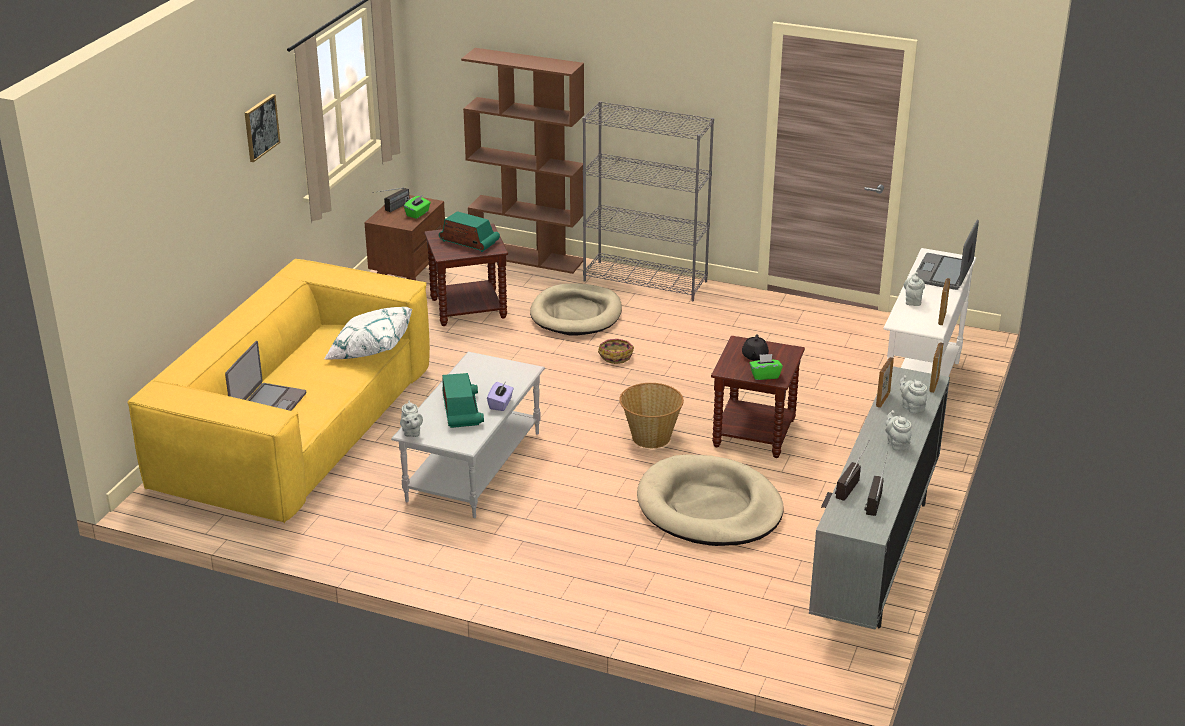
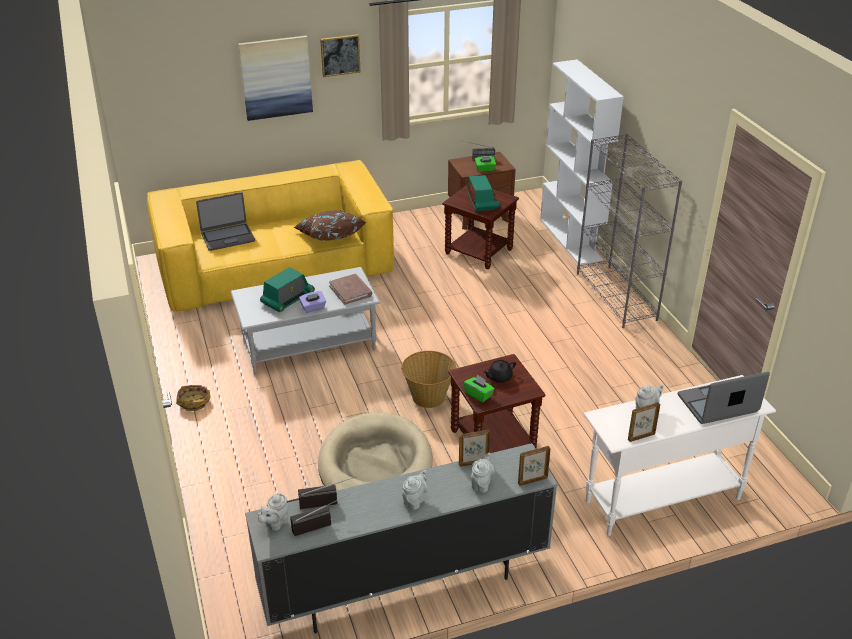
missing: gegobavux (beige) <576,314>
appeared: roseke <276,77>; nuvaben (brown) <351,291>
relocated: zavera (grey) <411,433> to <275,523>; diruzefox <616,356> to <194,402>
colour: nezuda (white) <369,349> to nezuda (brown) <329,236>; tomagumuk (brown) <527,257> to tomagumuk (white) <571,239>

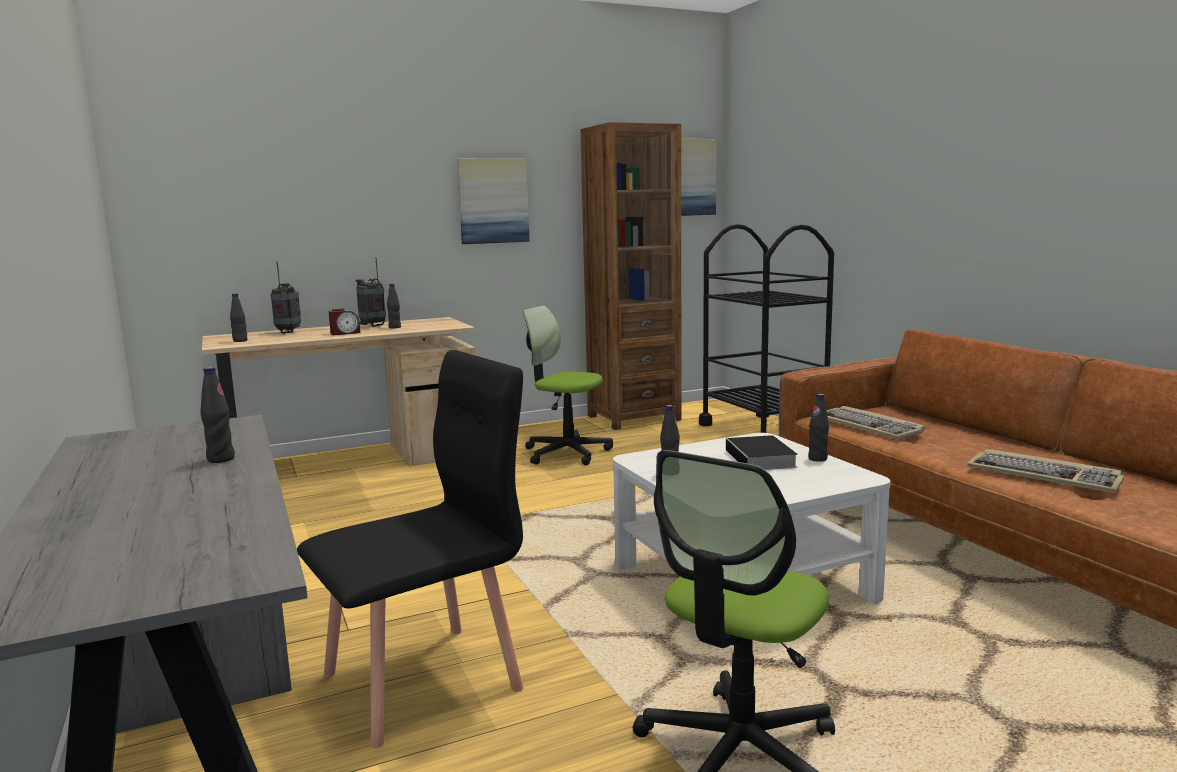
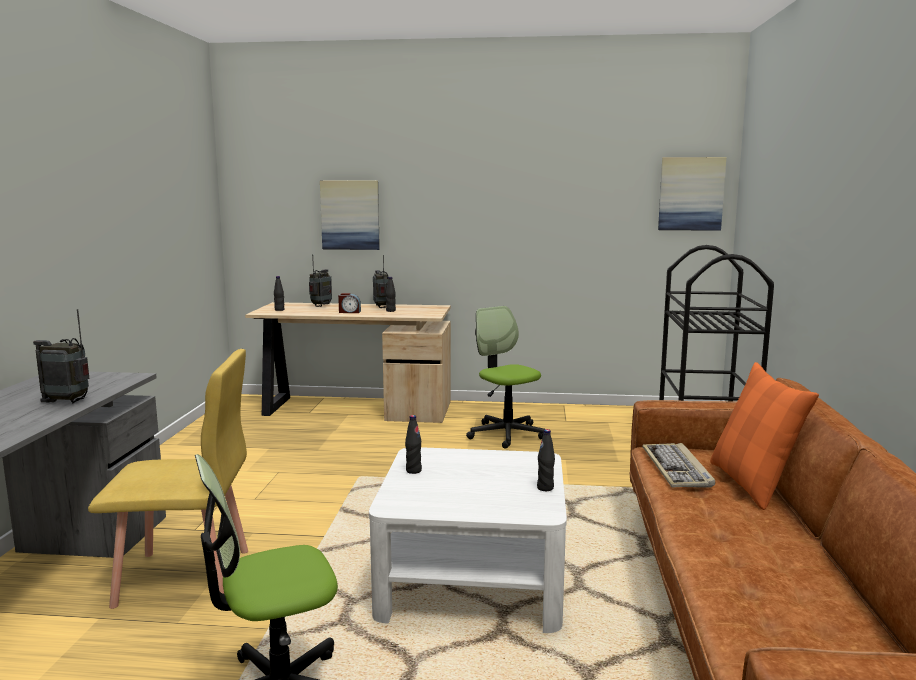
missing: tomagumuk (brown) <633,418>; nuvaben <761,459>; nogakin <1044,475>
appeared: nezuda (orange) <752,484>
relocated: roseke <493,201> to <350,215>
exchanged: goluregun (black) <221,459> to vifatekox <68,402>
colour: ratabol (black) <424,681> to ratabol (yellow) <185,578>

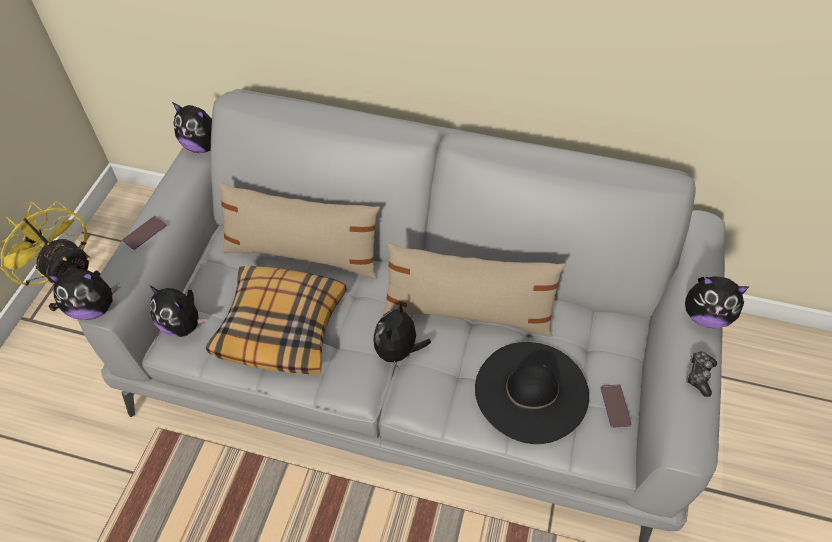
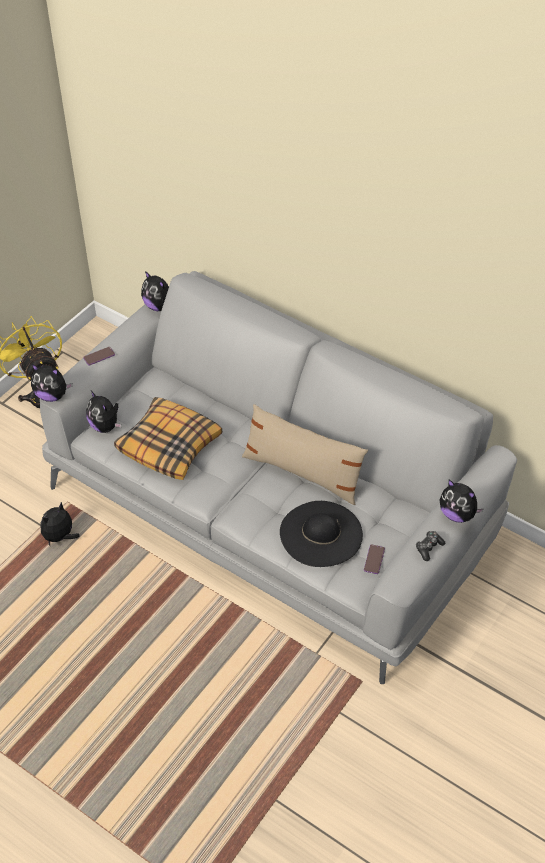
missing: nezuda (beige) <302,254>
relocated: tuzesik <398,351> to <60,537>

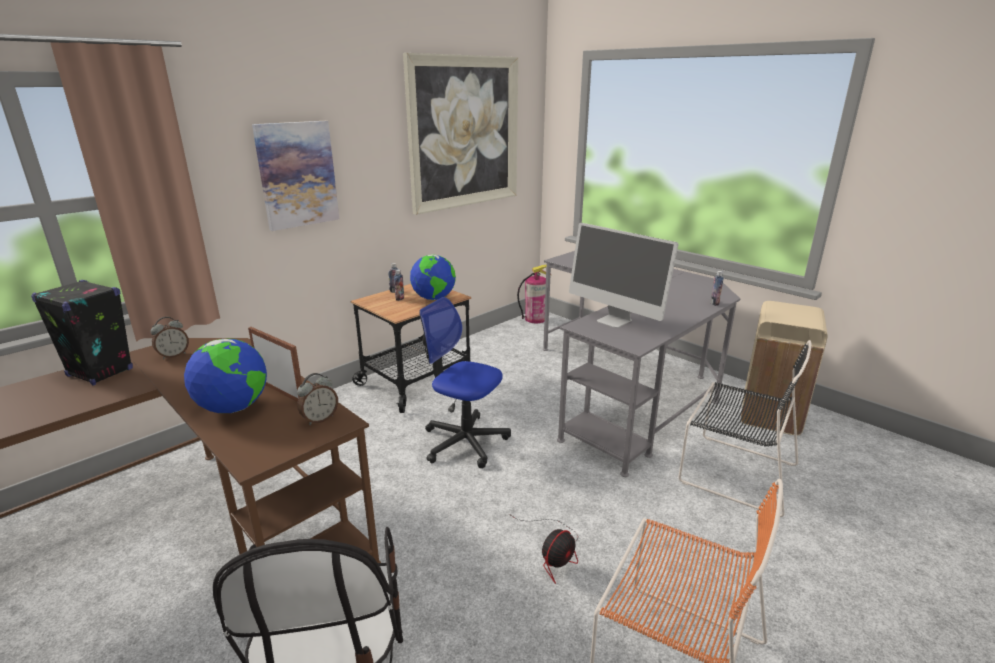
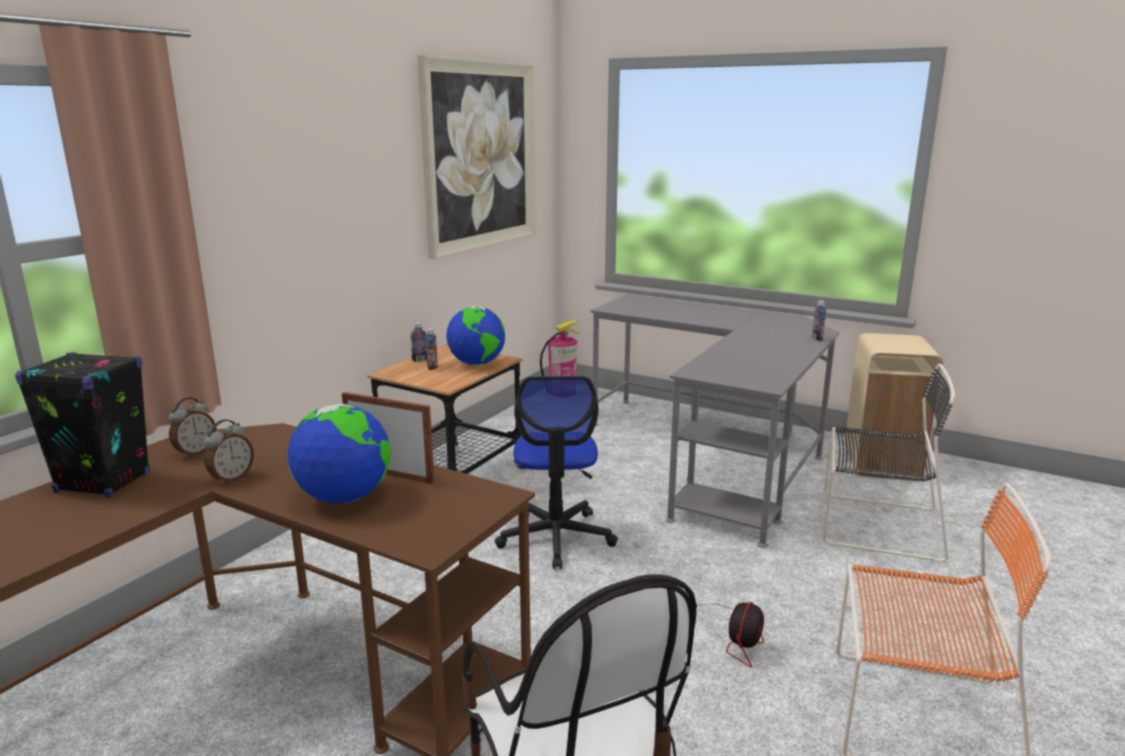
missing: roseke <297,175>; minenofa <614,321>
relocated: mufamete <319,419> to <231,478>
spun: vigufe <465,441> = <556,537> 105 degrees counterclockwise

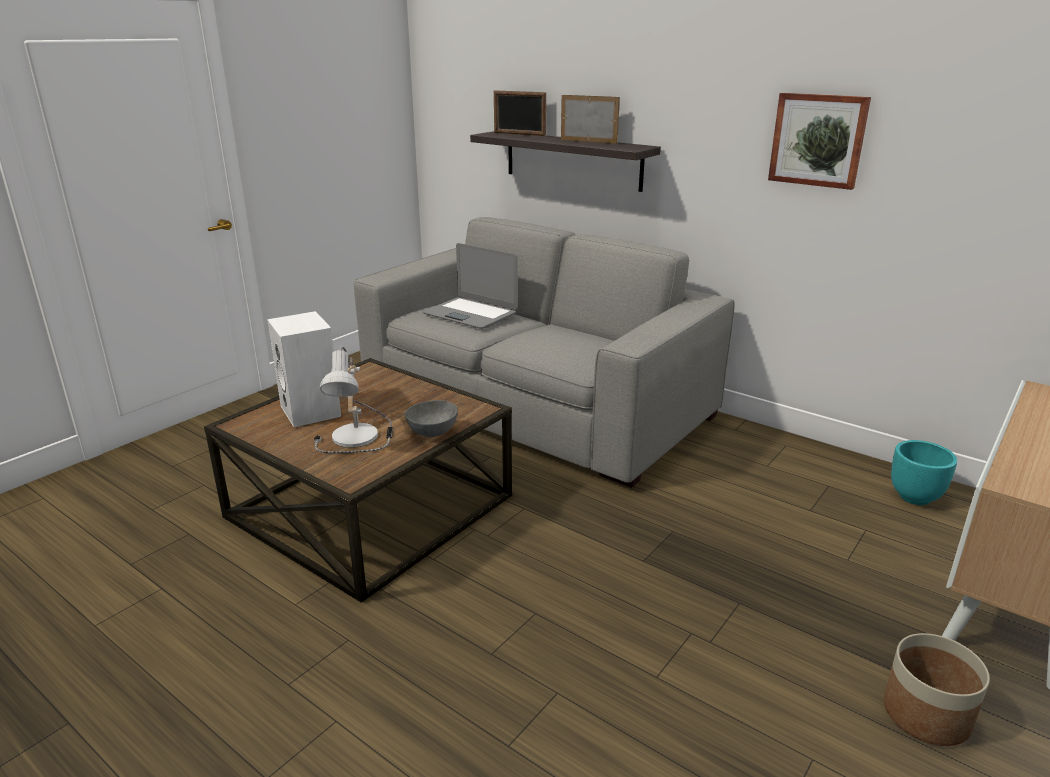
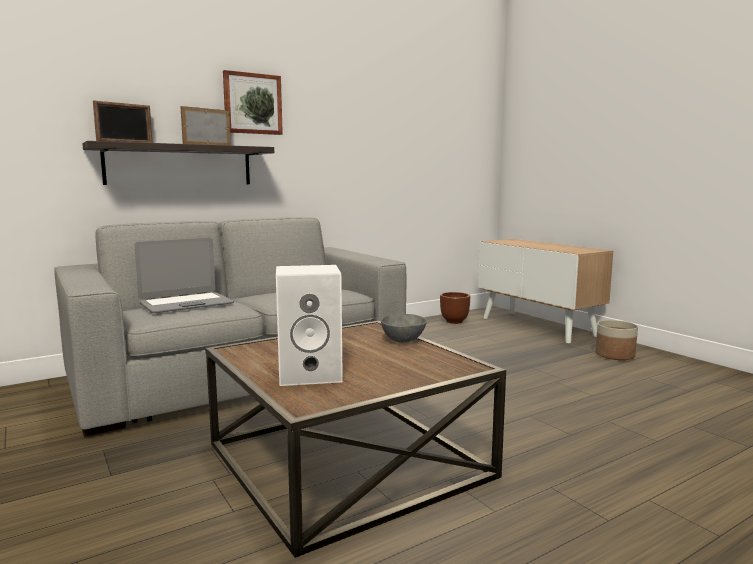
missing: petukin <359,437>
relocated: roseke <818,140> to <252,104>
colour: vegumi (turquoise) <915,497> to vegumi (brown) <454,321>

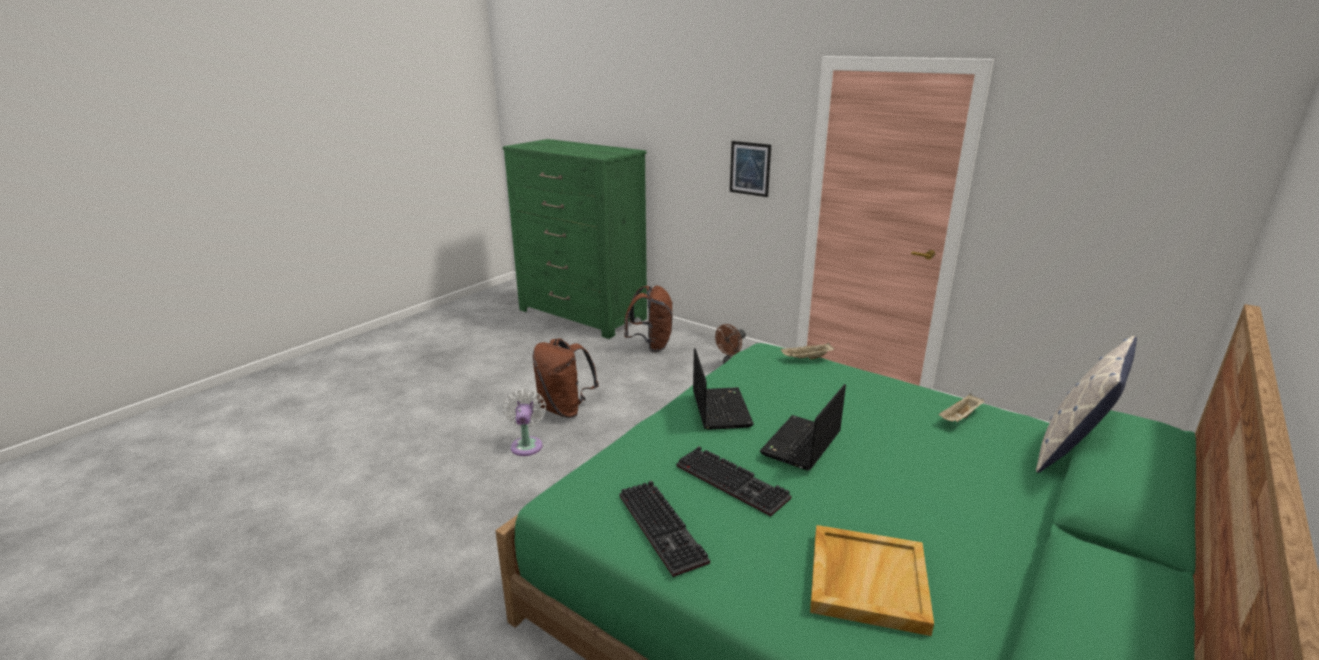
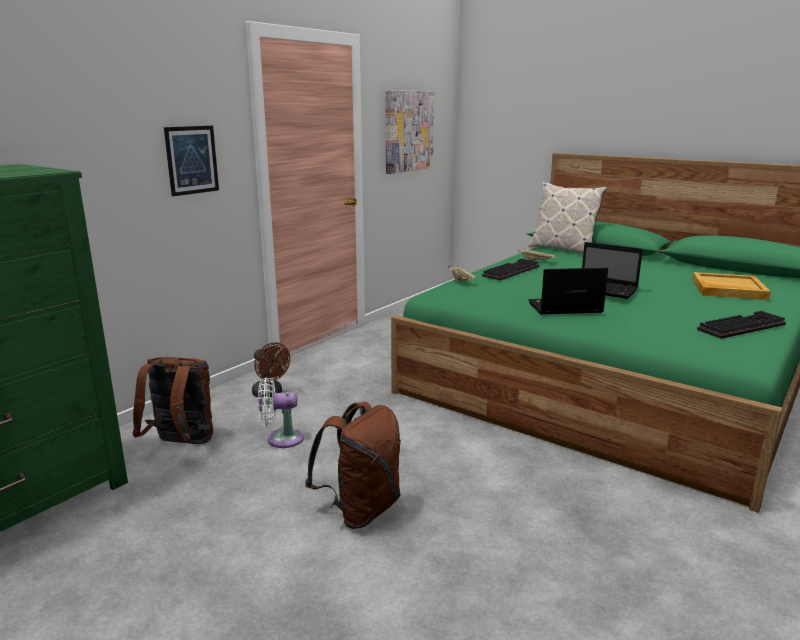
appeared: roseke <408,131>
relocated: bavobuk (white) <527,444> to <281,439>; nogakin <734,482> to <511,271>

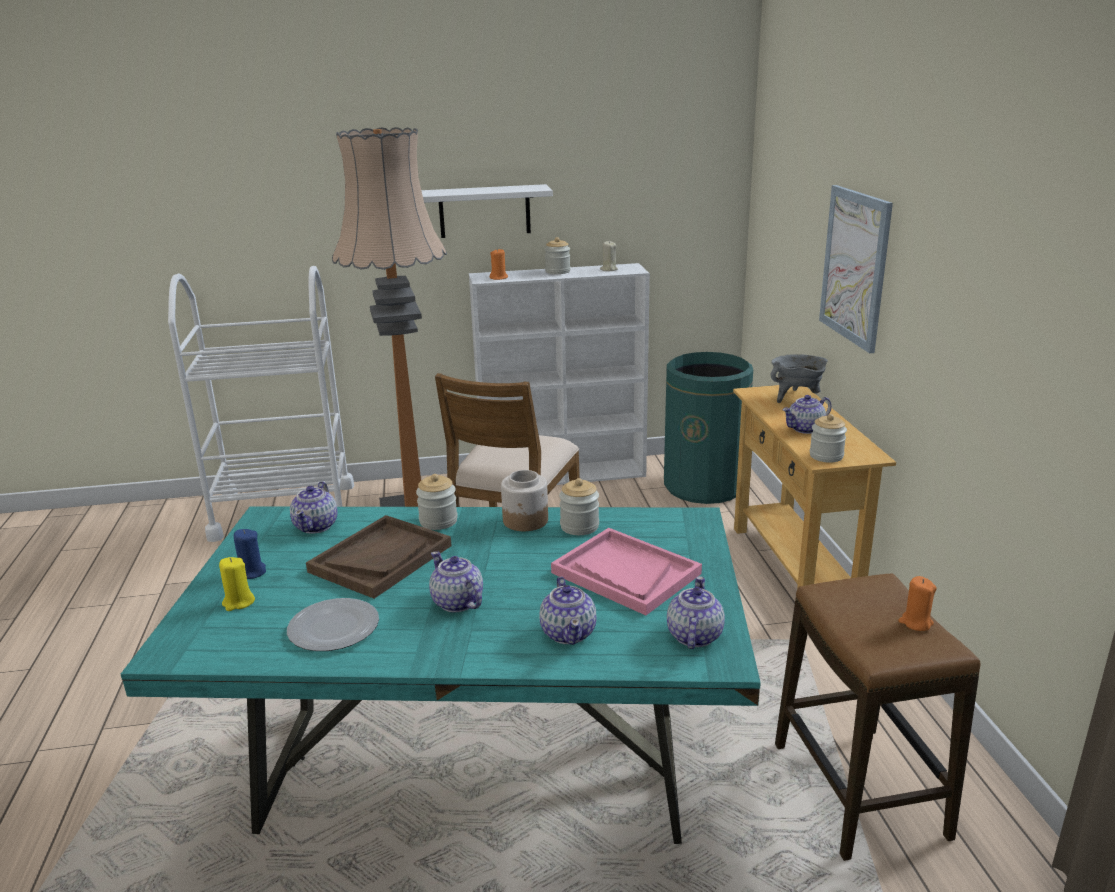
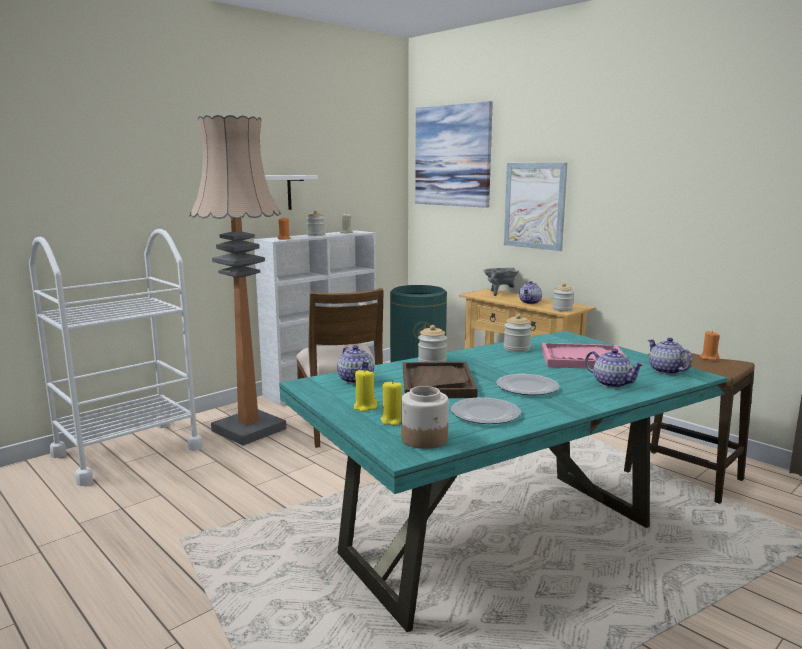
appeared: roseke <452,156>
relocated: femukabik <525,521> to <425,439>
exchanged: zavera <456,602> to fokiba <527,388>
colour: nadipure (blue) <251,572> to nadipure (yellow) <365,407>

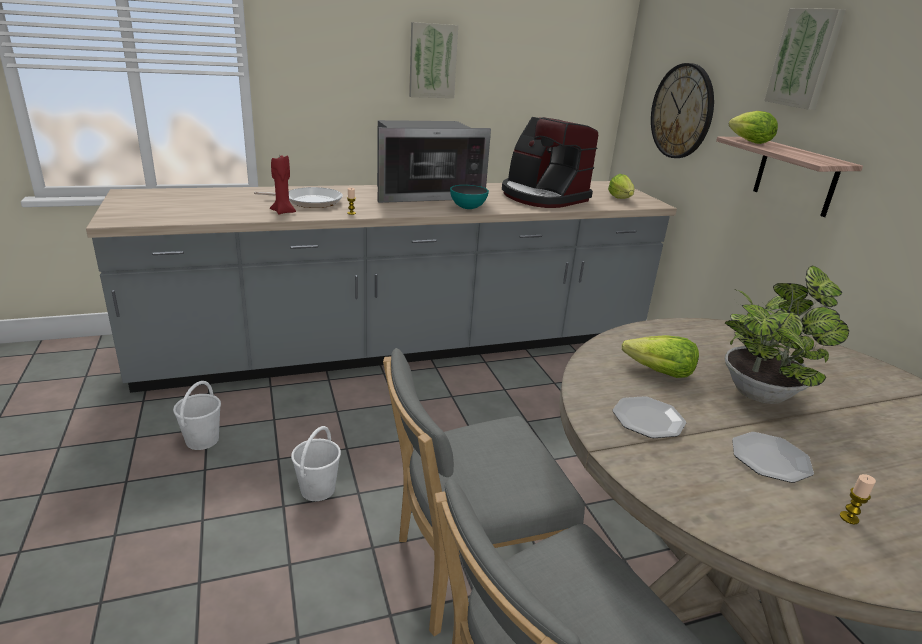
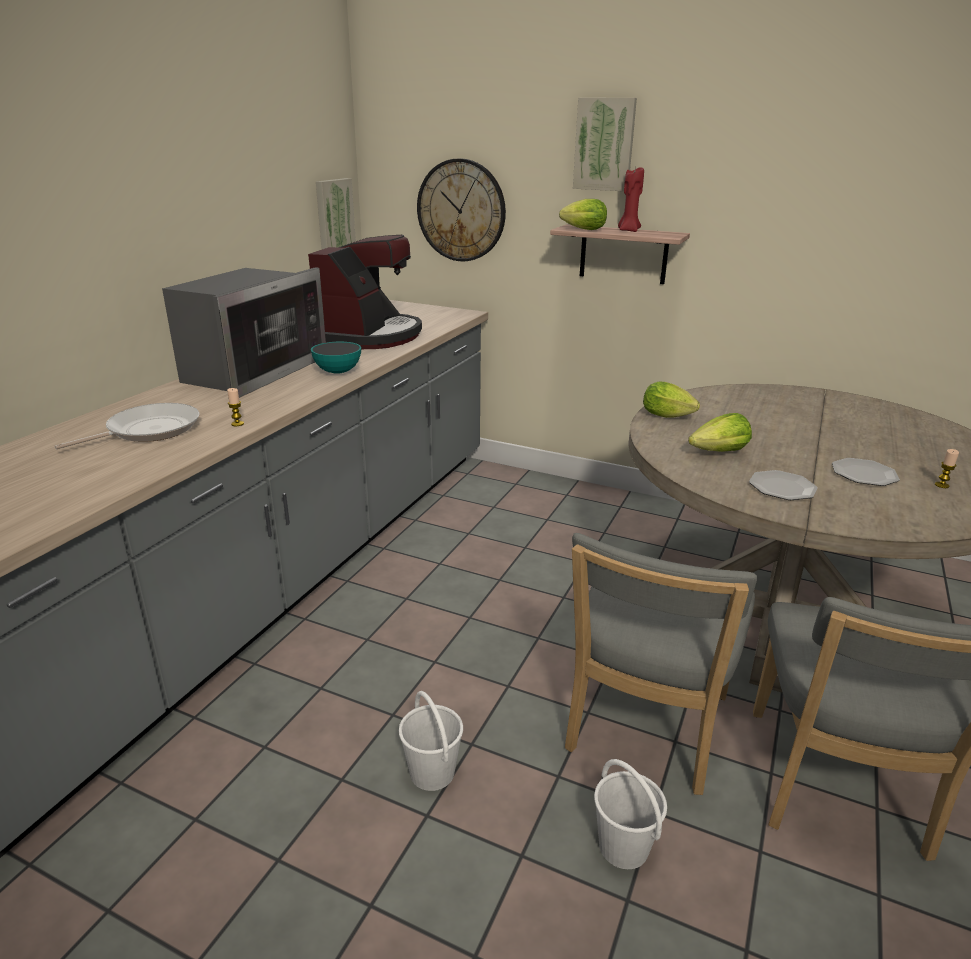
missing: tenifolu <761,391>
relocated: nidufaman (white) <202,440> to <623,846>; nadipure (red) <283,212> to <628,230>; roseke <432,61> to <334,219>; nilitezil <621,199> to <669,417>
spun: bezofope <542,196> = <370,336> 75 degrees counterclockwise

